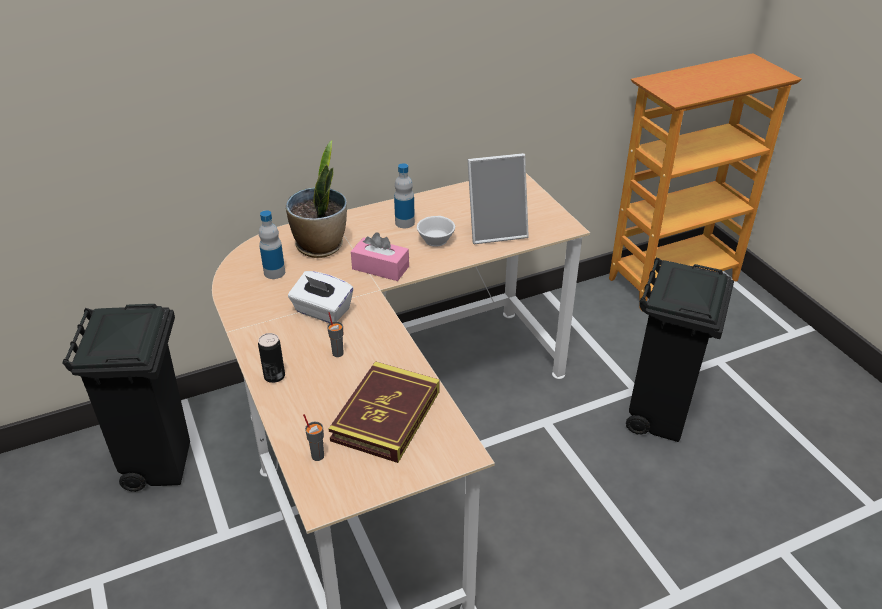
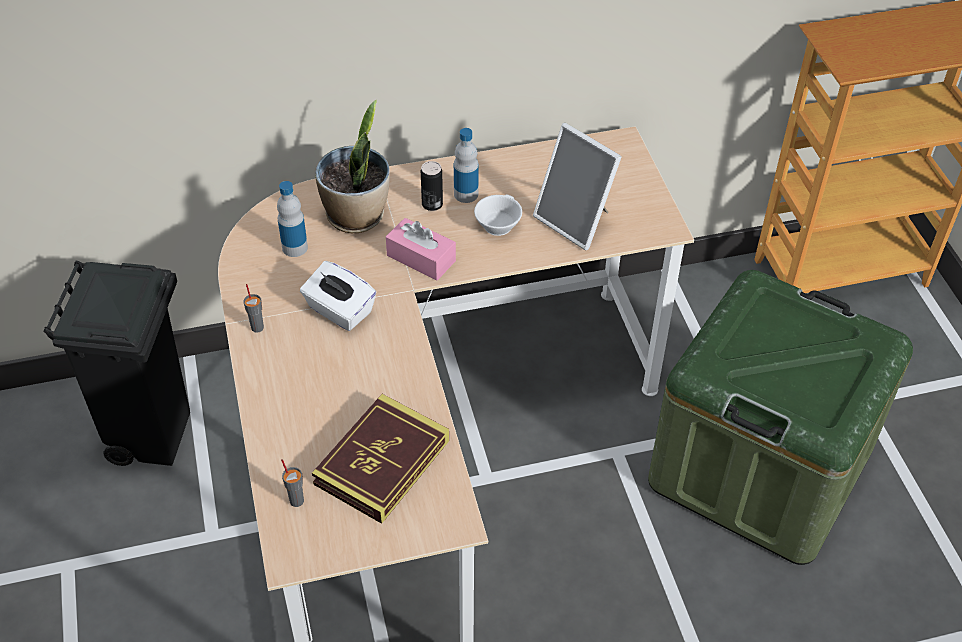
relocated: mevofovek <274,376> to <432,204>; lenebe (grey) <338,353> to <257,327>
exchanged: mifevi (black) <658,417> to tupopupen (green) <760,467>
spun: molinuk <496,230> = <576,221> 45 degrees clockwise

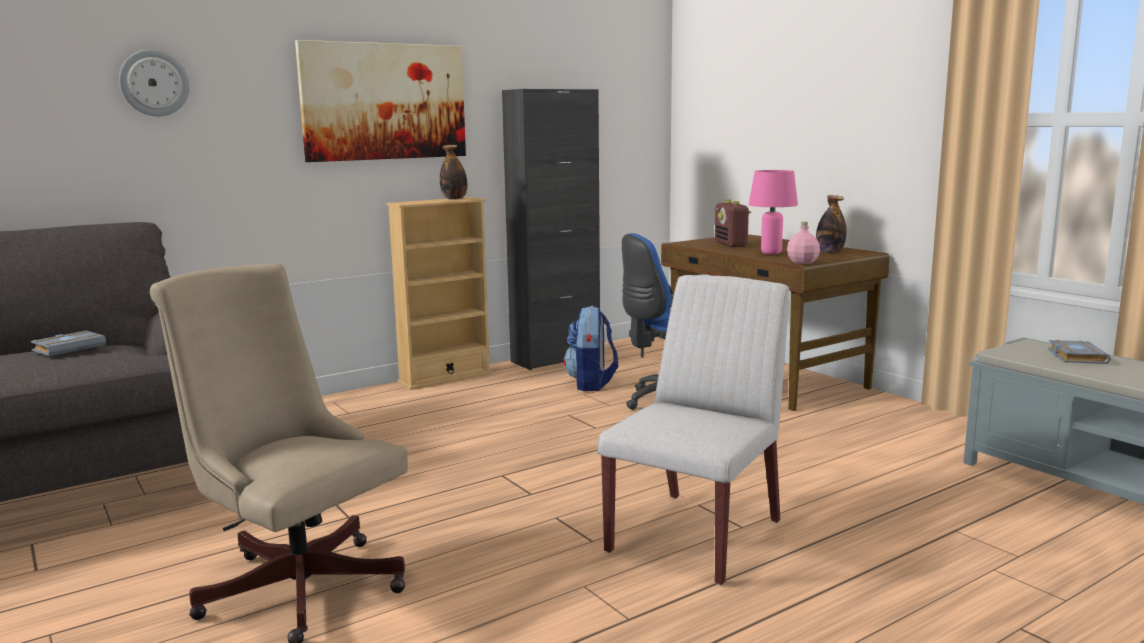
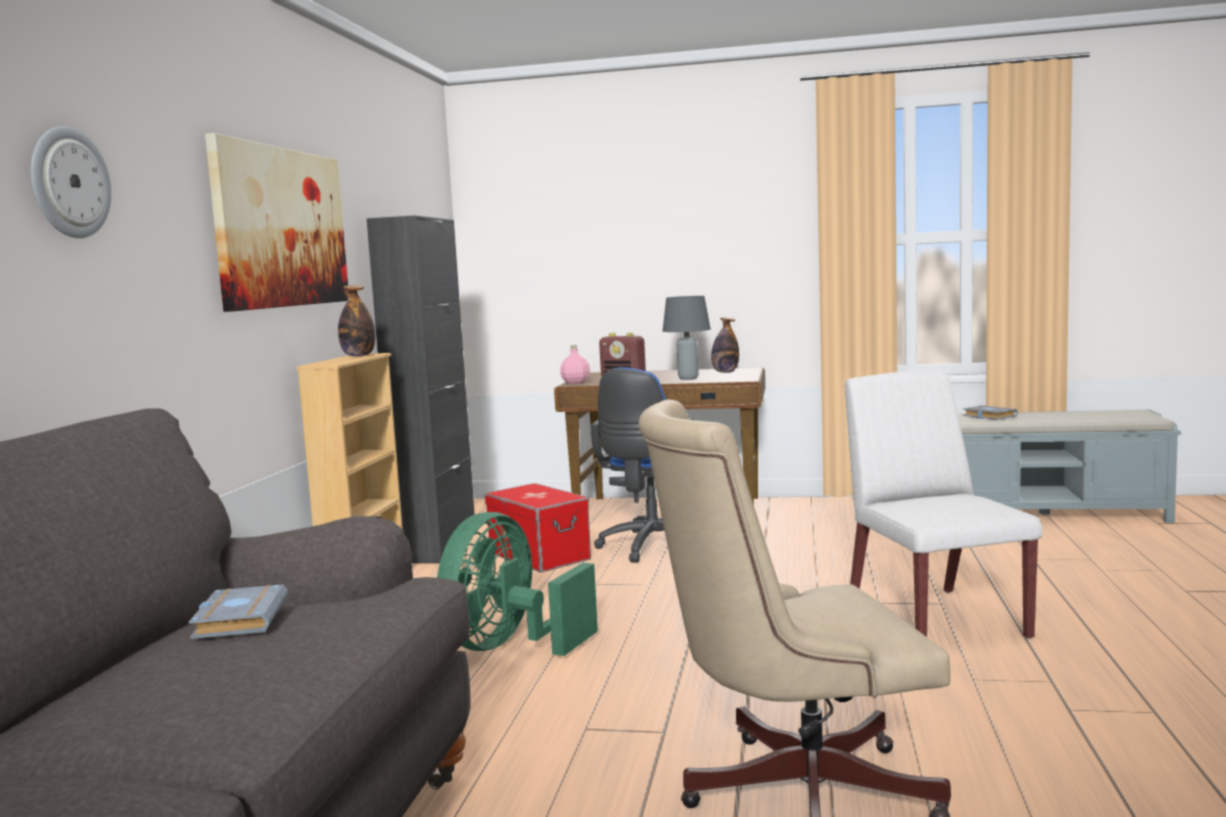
appeared: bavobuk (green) <509,647>
relocated: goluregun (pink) <802,262> to <575,382>
exchanged: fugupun <591,384> to tupopupen <540,556>
colour: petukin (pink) <770,253> to petukin (grey) <687,378>

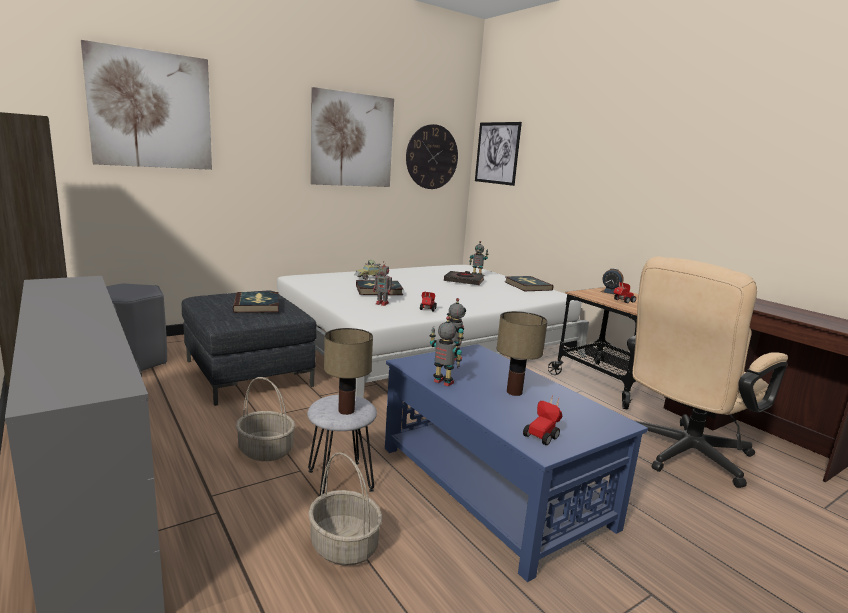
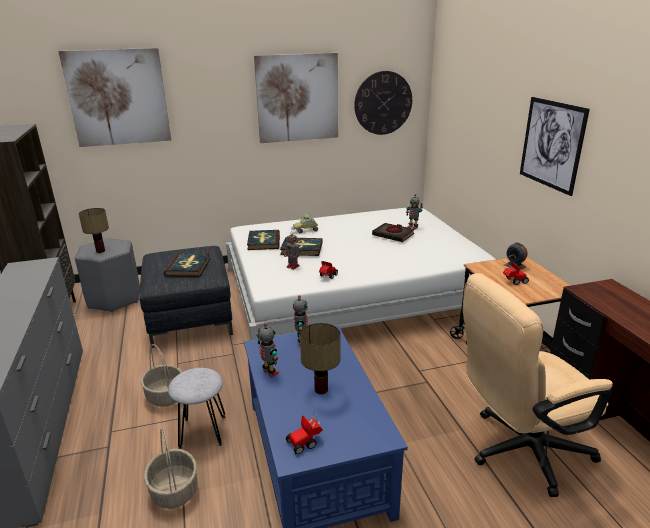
relocated: petukin <345,410> to <100,251>; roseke <497,153> to <551,144>; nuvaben <527,286> to <263,242>

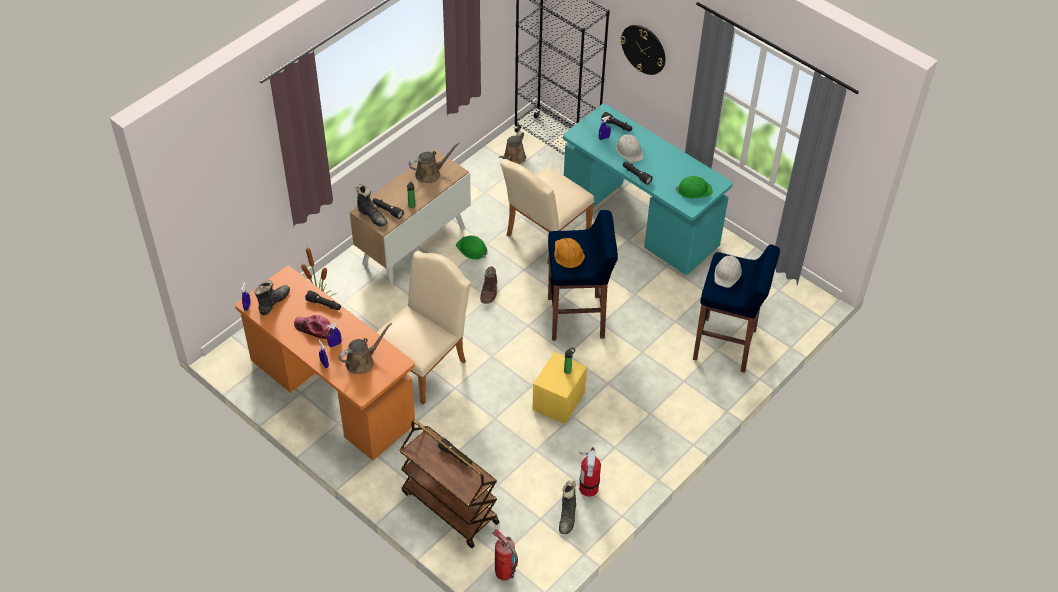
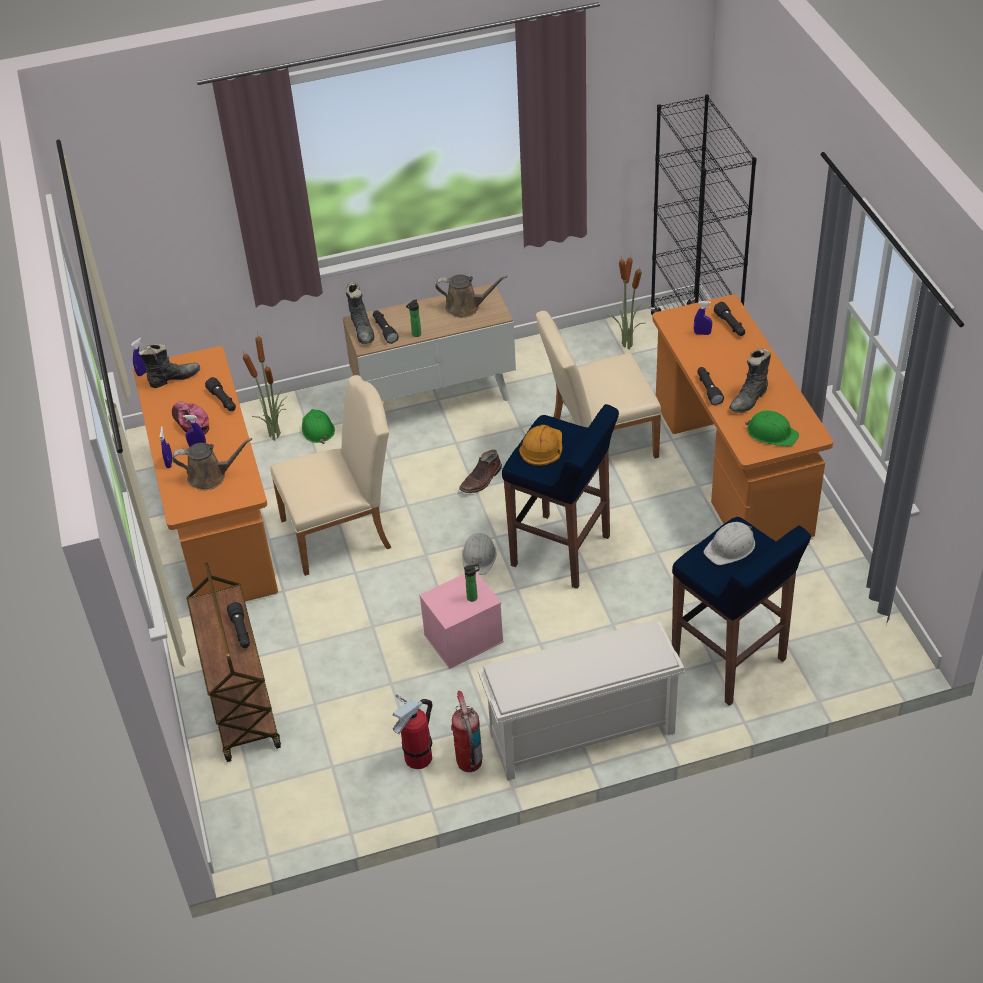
missing: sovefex <643,49>
appeared: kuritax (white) <580,735>
relocated: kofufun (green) <472,249> to <317,429>; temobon <504,573> to <469,762>; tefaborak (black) <568,517> to <749,399>; kofufun (white) <629,151> to <479,557>
exchanged: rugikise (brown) <513,159> to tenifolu <626,345>
colour: tupopupen (yellow) <559,401> to tupopupen (pink) <463,639>; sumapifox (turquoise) <640,220> to sumapifox (orange) <731,468>

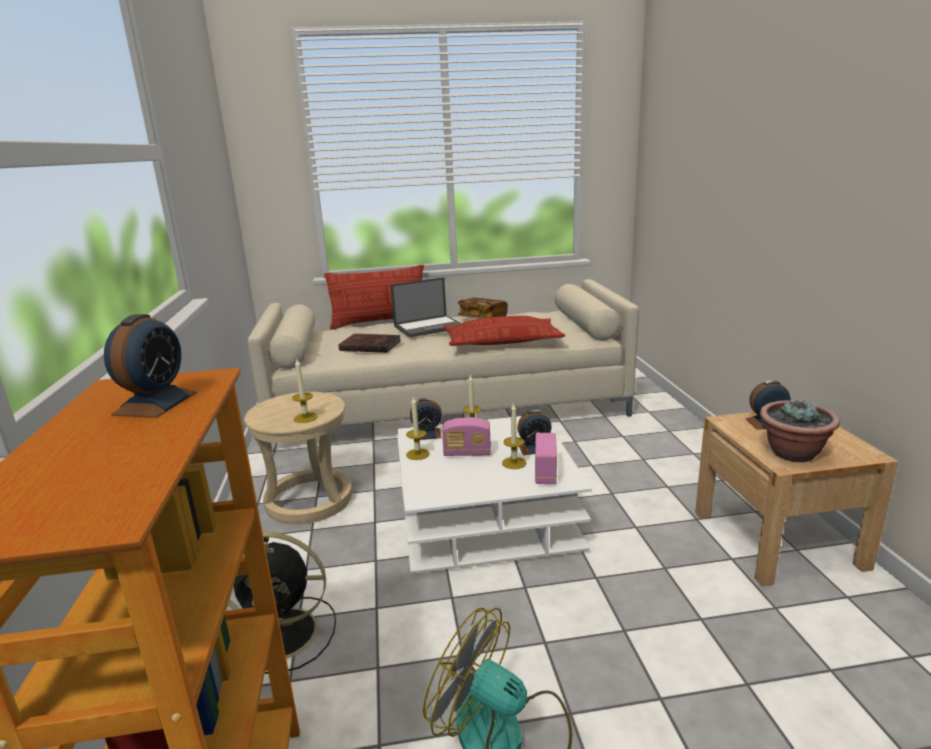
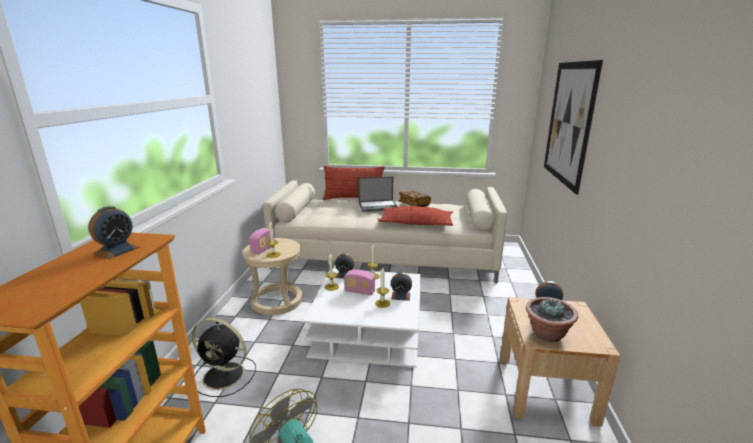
missing: nuvaben (brown) <370,345>
appeared: roseke <568,123>
relocated: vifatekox <545,473> to <263,249>

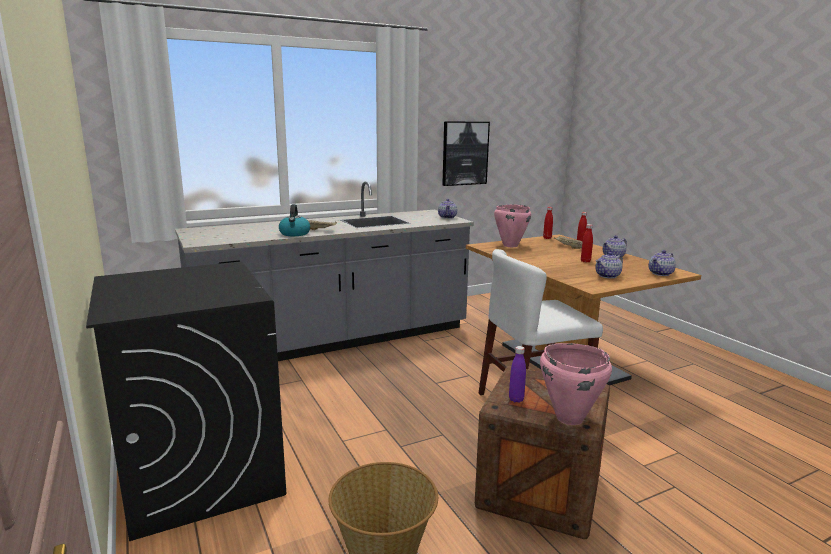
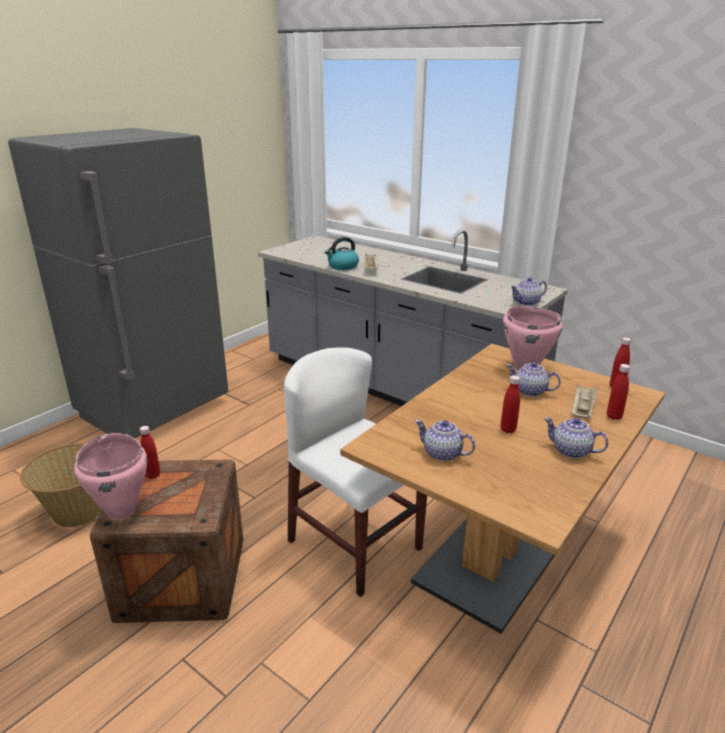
missing: roseke <465,153>
relocated: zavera <661,273> to <530,391>
exchanged: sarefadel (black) <201,472> to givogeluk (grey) <155,409>
colour: goluregun (purple) <516,399> to goluregun (red) <153,475>

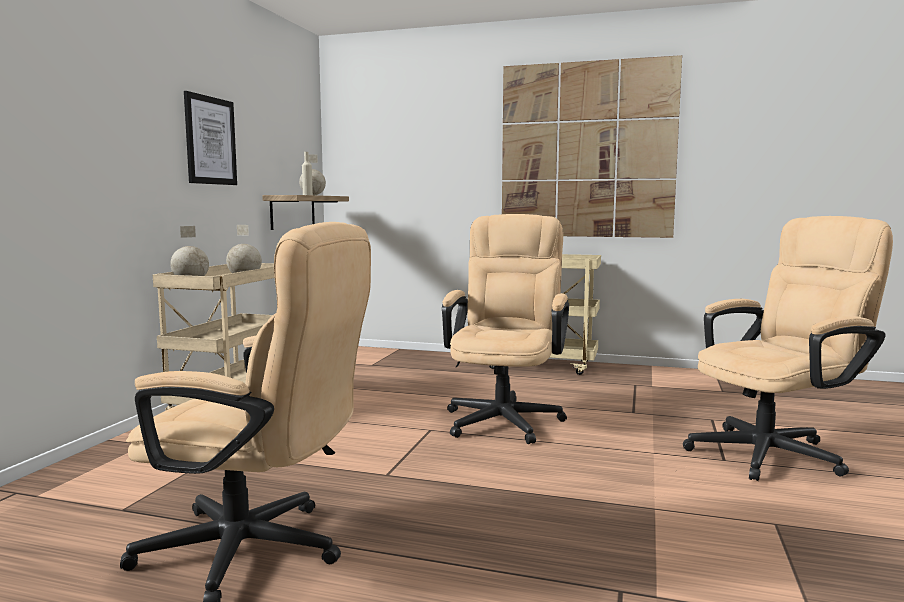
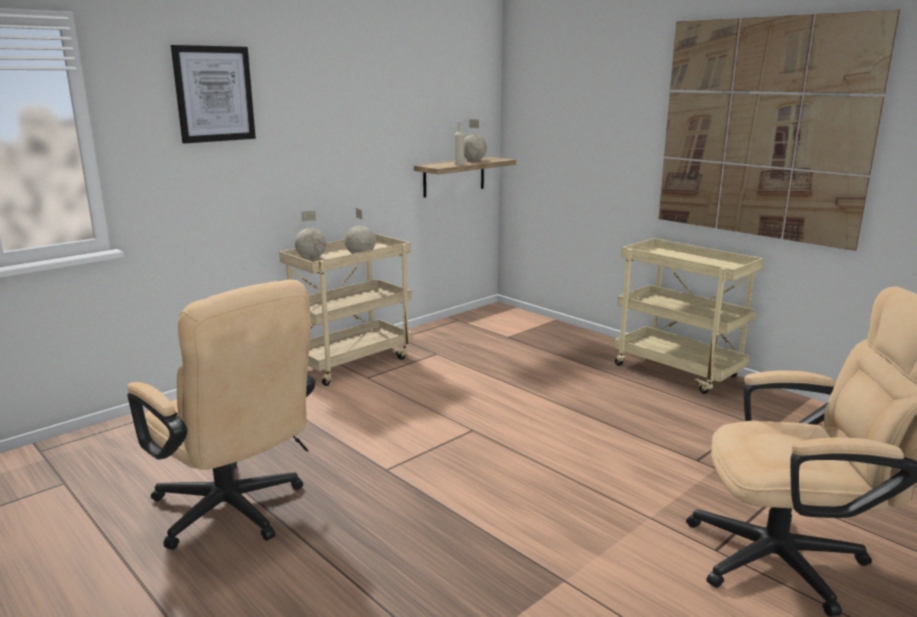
missing: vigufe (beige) <505,417>
relocated: roseke <210,140> to <214,94>

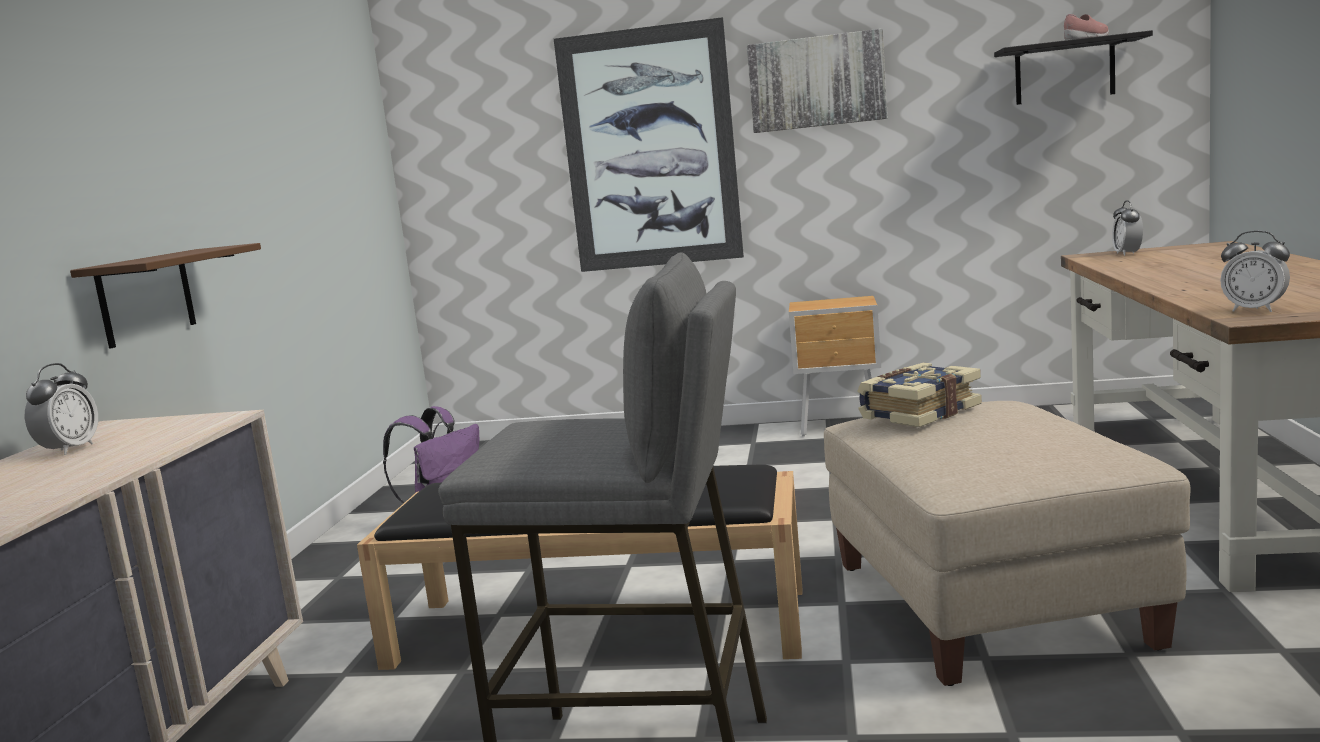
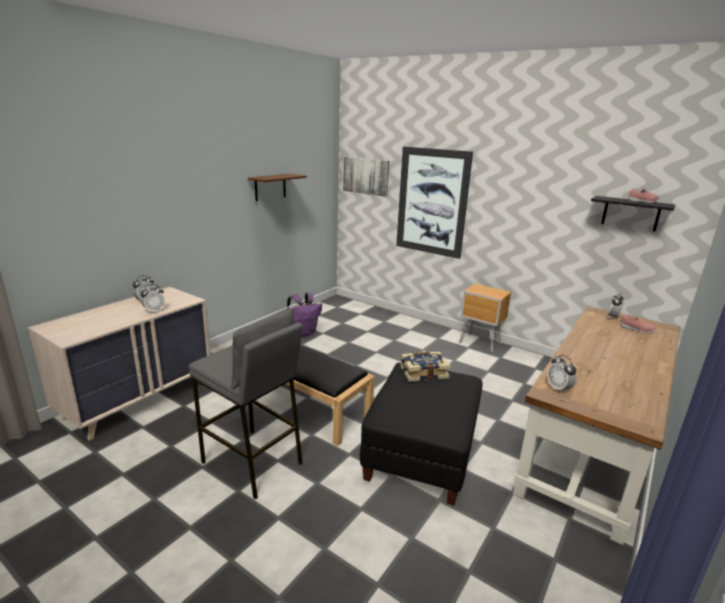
appeared: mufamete <154,311>; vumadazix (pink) <636,329>
relocated: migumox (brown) <146,297> to <270,187>; roseke <816,82> to <366,176>
colour: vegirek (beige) <987,604> to vegirek (black) <421,454>

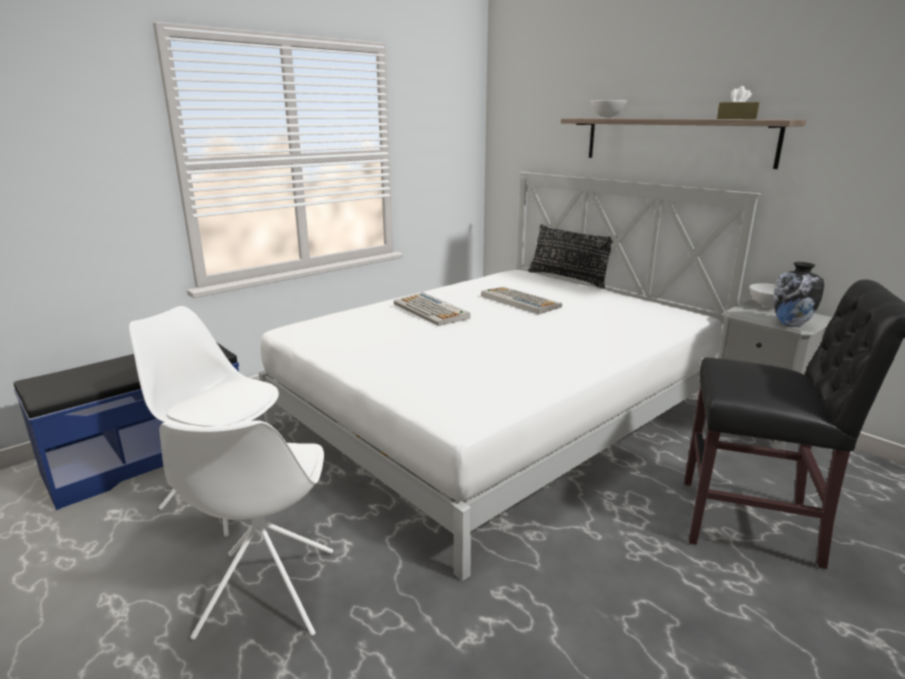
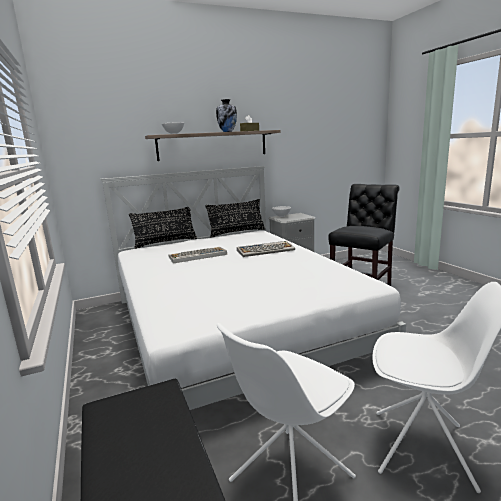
appeared: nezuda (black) <237,232>
relocated: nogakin <431,311> to <266,250>; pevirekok <791,324> to <228,131>

